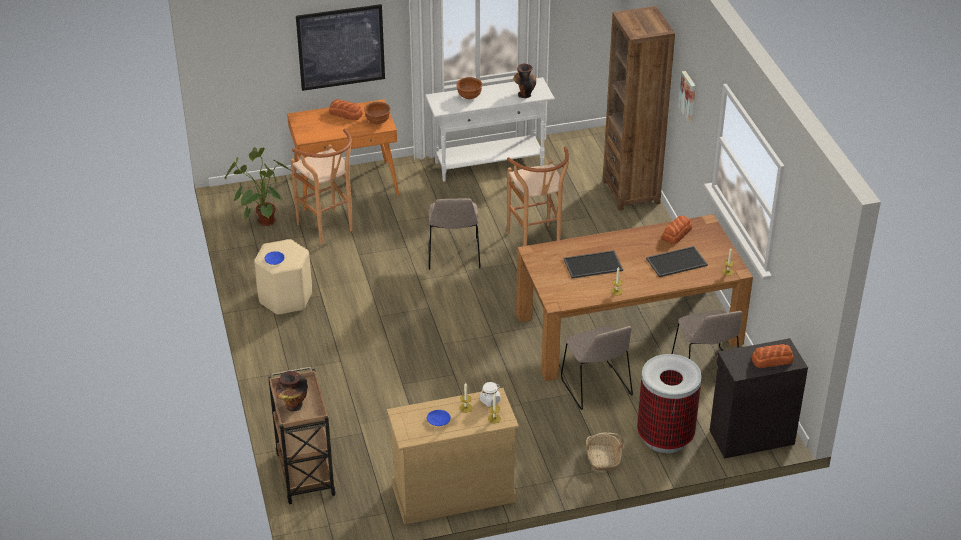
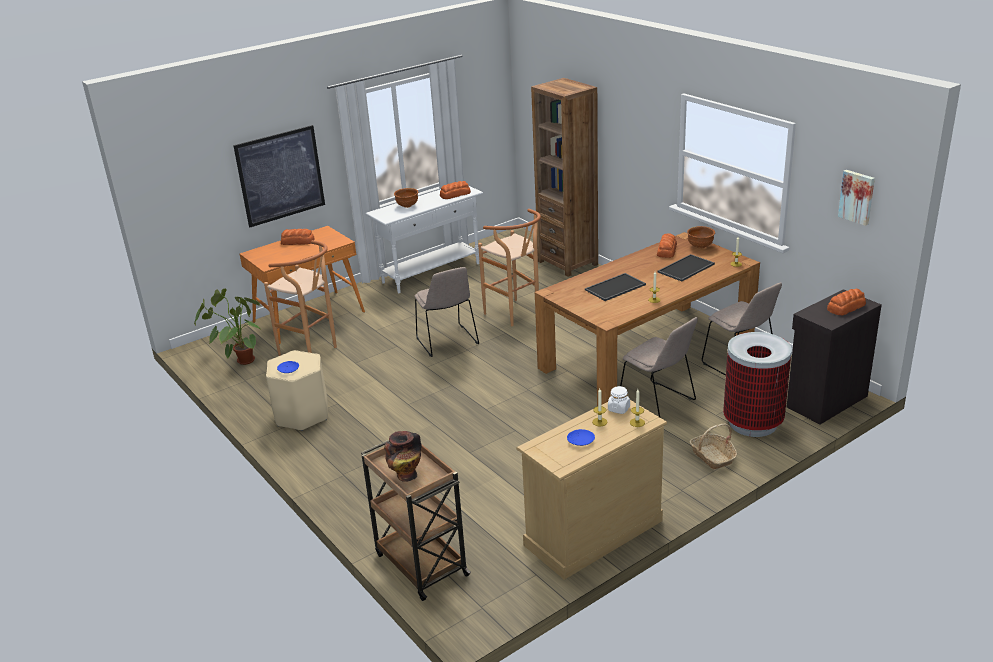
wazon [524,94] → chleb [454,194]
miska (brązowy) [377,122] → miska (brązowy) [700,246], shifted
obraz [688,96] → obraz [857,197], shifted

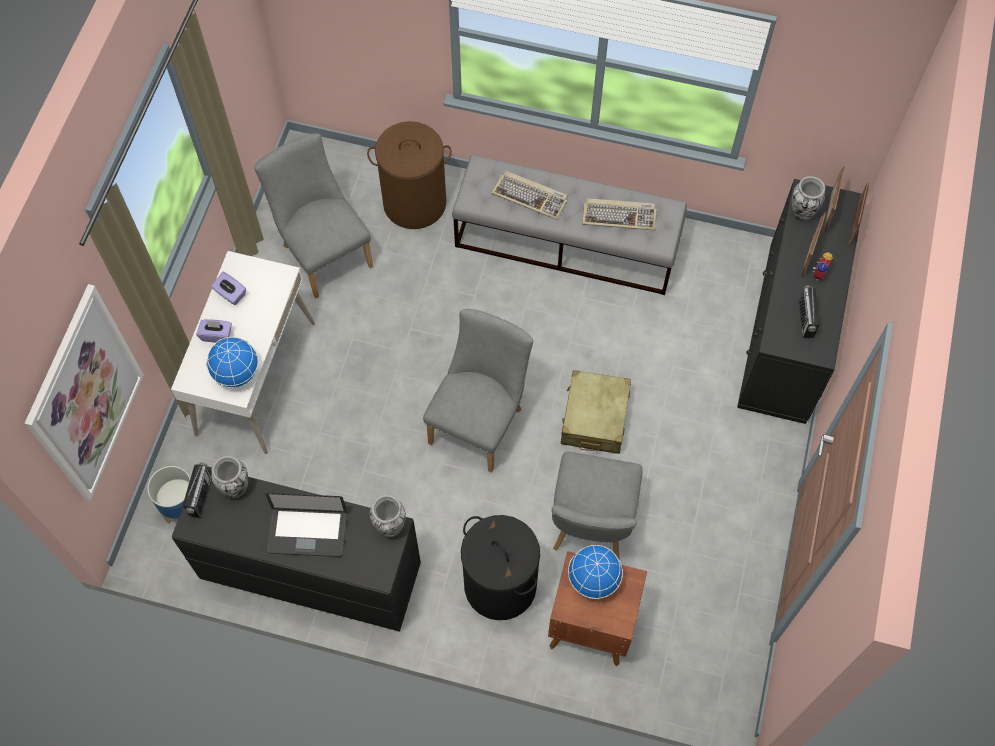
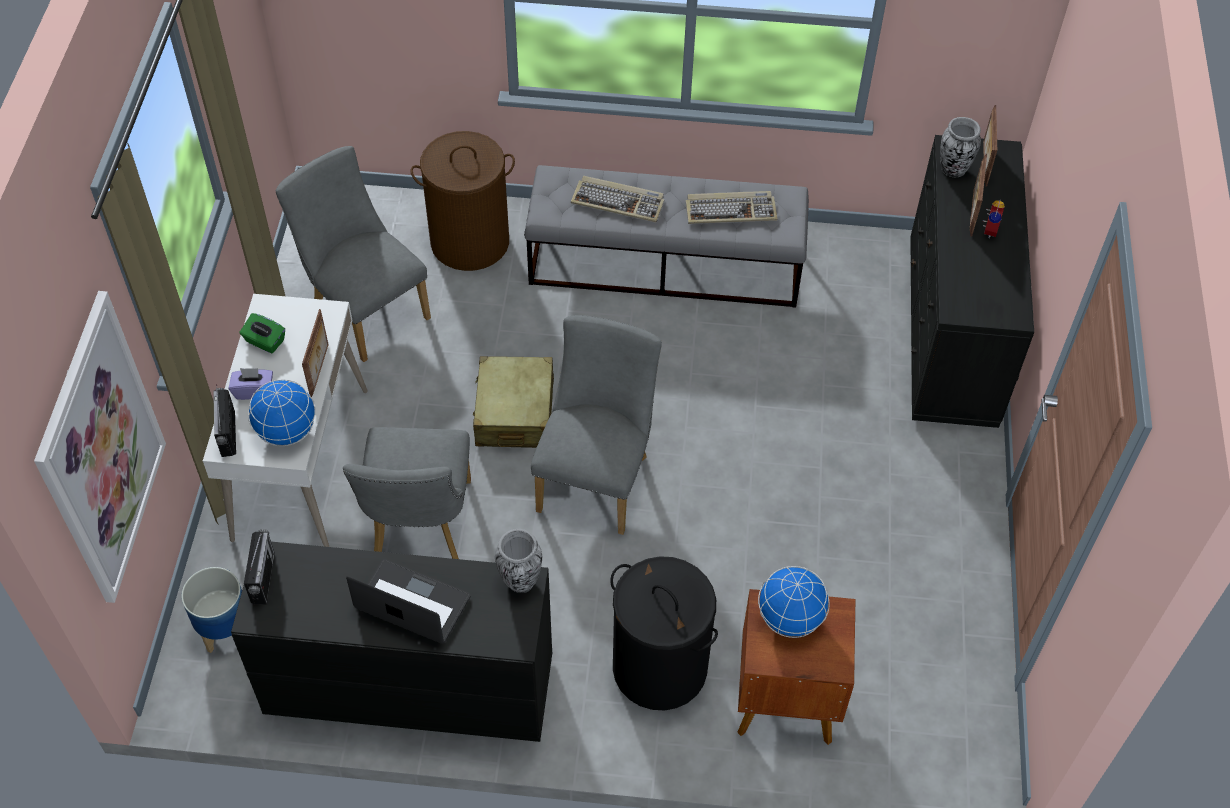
radio [806,319] → radio [228,434], shifted
pudełko chusteczek (fioletowy) [230,294] → pudełko chusteczek (zielony) [265,342]
ramka na zdjęcie [853,226] → ramka na zdjęcie [320,370], shifted
krzesło (szary) [590,527] → krzesło (szary) [419,527], shifted
laptop [307,533] → laptop [412,603], 150 degrees counterclockwise
walizka (beżowy) [594,418] → walizka (beżowy) [515,413], shifted
wazon [236,488] → -

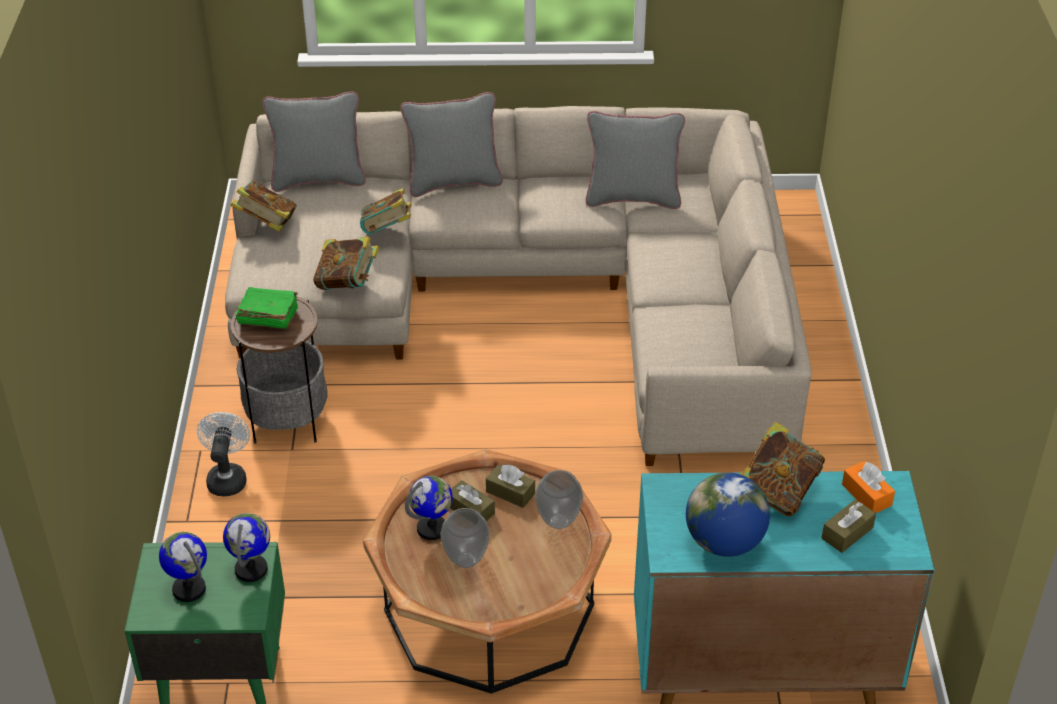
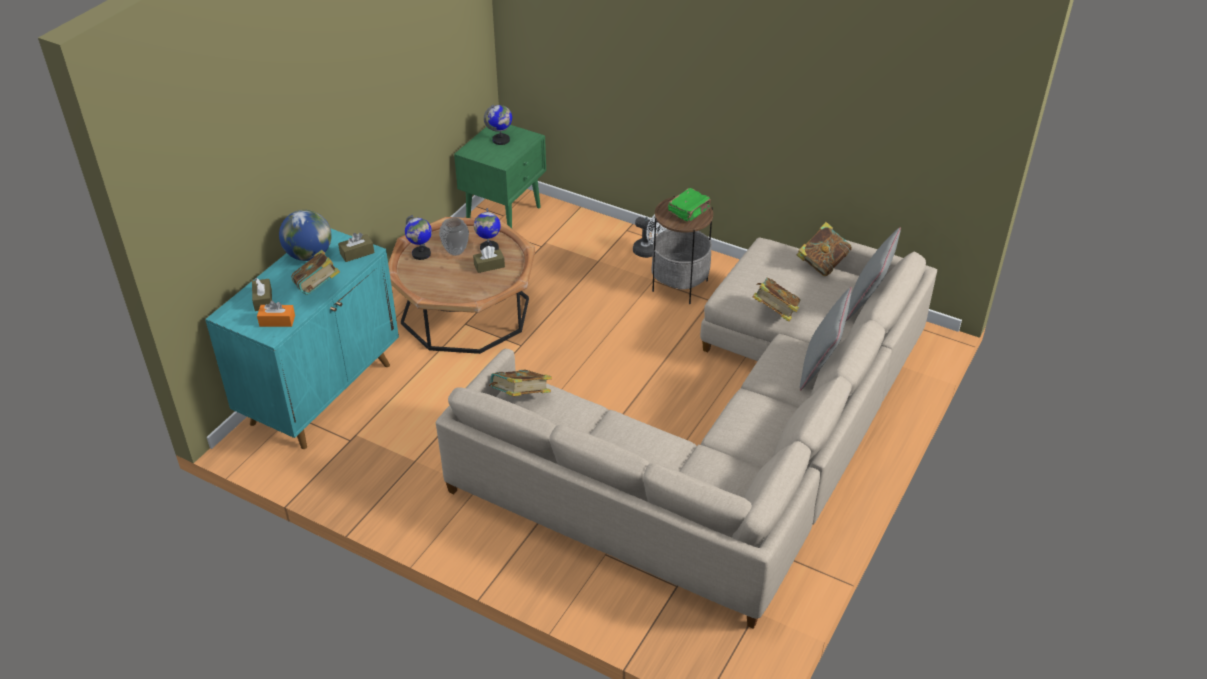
pudełko chusteczek (brązowy) [510,492] → pudełko chusteczek (brązowy) [357,253], shifted
globus [251,569] → globus [421,254], shifted
książka [348,283] → książka [520,398], shifted
wazon [558,521] → -
poduszka (szary) [632,198] → -

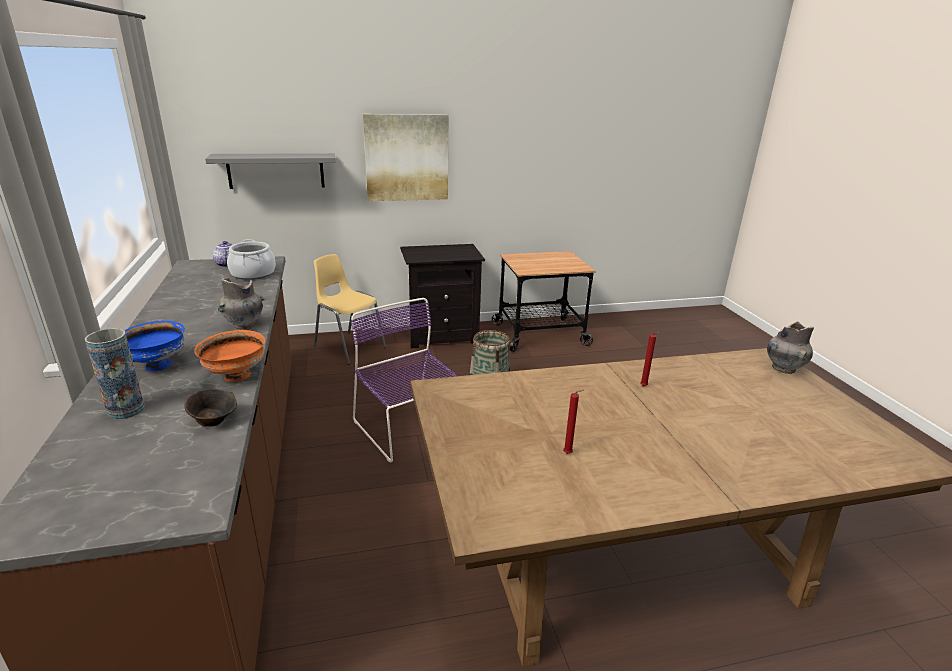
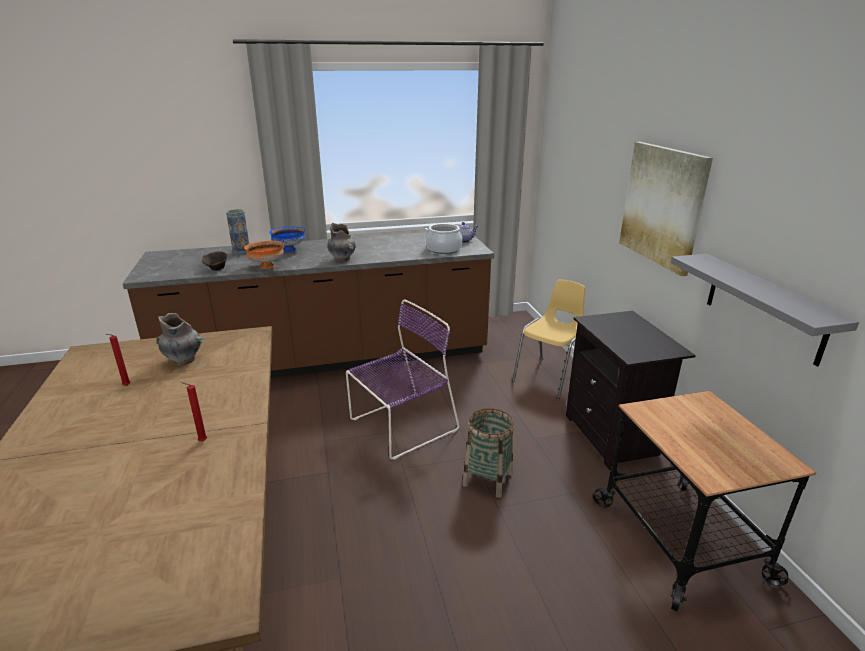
wazon (szary) [783,368] → wazon (szary) [184,360], shifted
półka (szary) [276,170] → półka (szary) [764,307], shifted

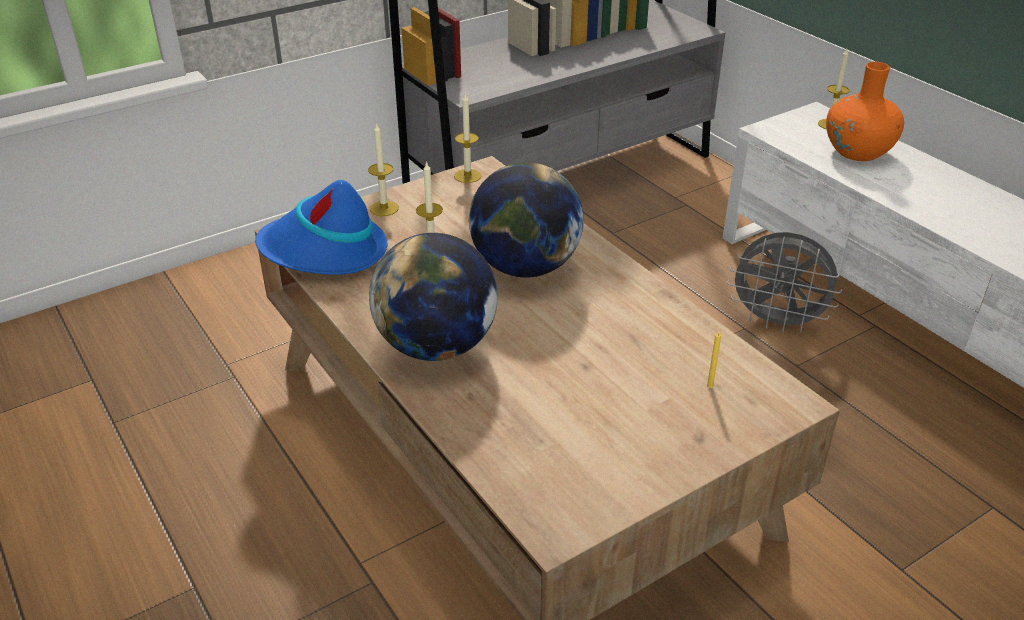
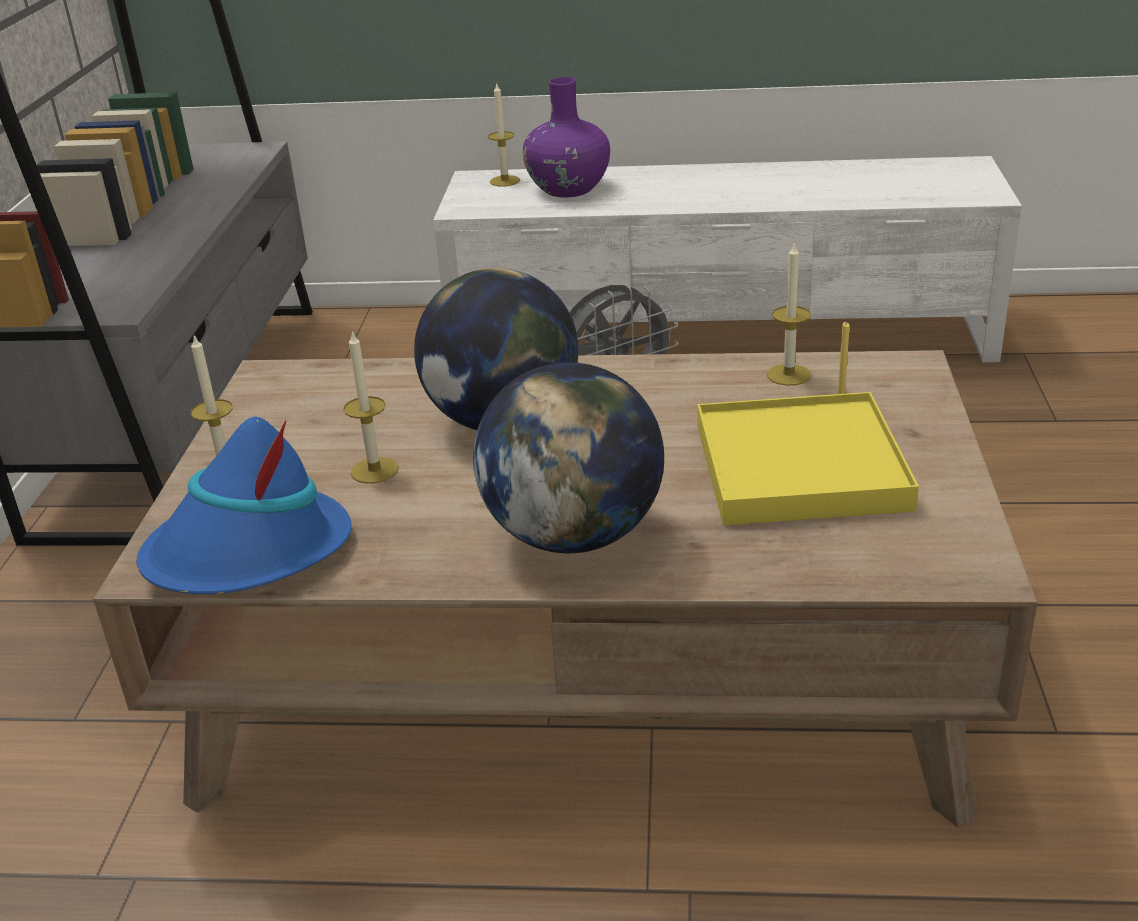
wazon (pomarańczowy) [857,152] → wazon (fioletowy) [568,189]
- → taca (żółty) [799,467]
świeca [467,176] → świeca [788,375], shifted

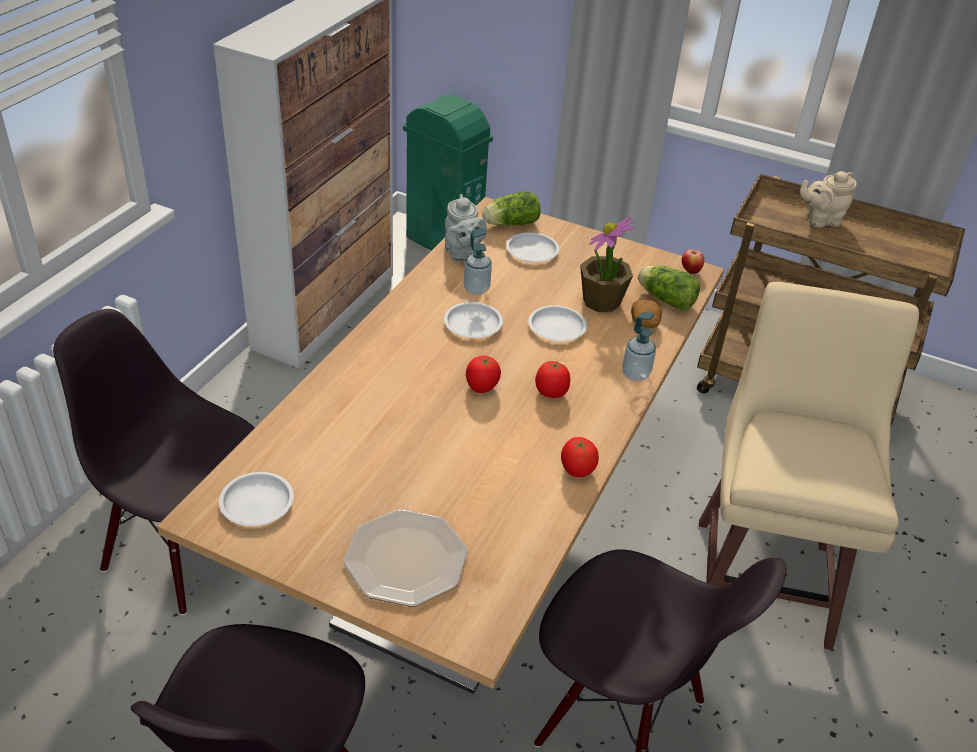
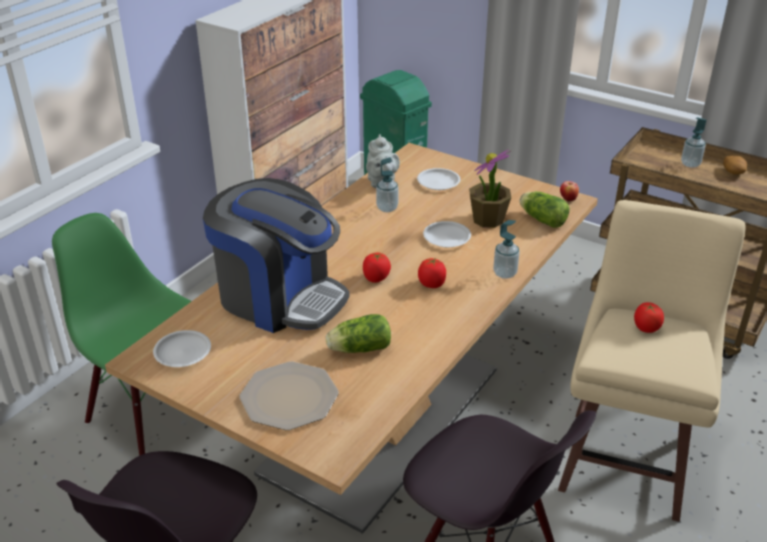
krzesło (czarny) [187,550] → krzesło (zielony) [153,411]
- → ekspres do kawy [280,298]
sałata [509,224] → sałata [358,349], shifted
pomidor [577,470] → pomidor [646,328], shifted
imbryk (beżowy) [820,220] → dozownik mydła [690,164]
ziemniak [645,323] → ziemniak [733,172], shifted
talerz (biały) [472,324] → -

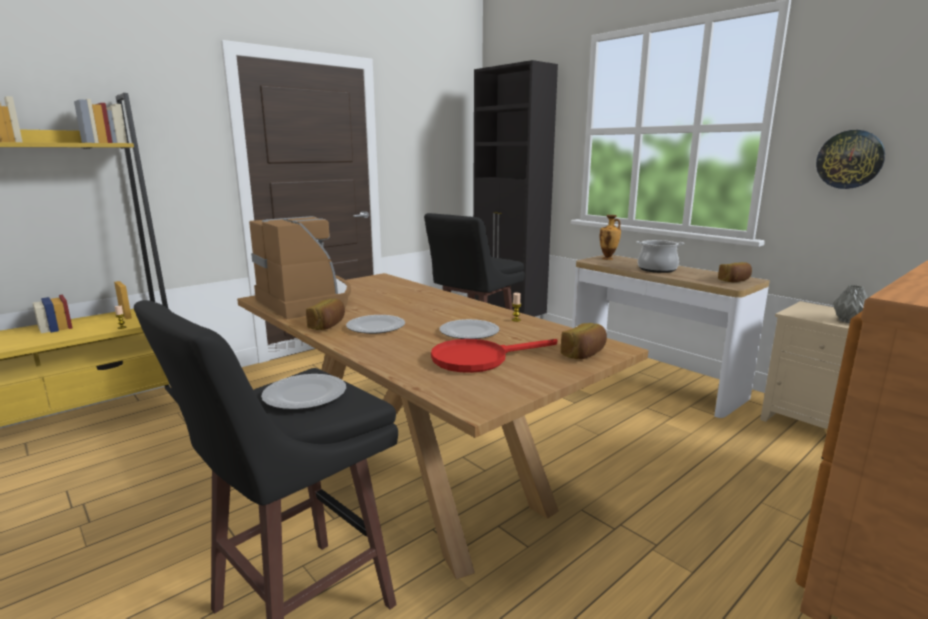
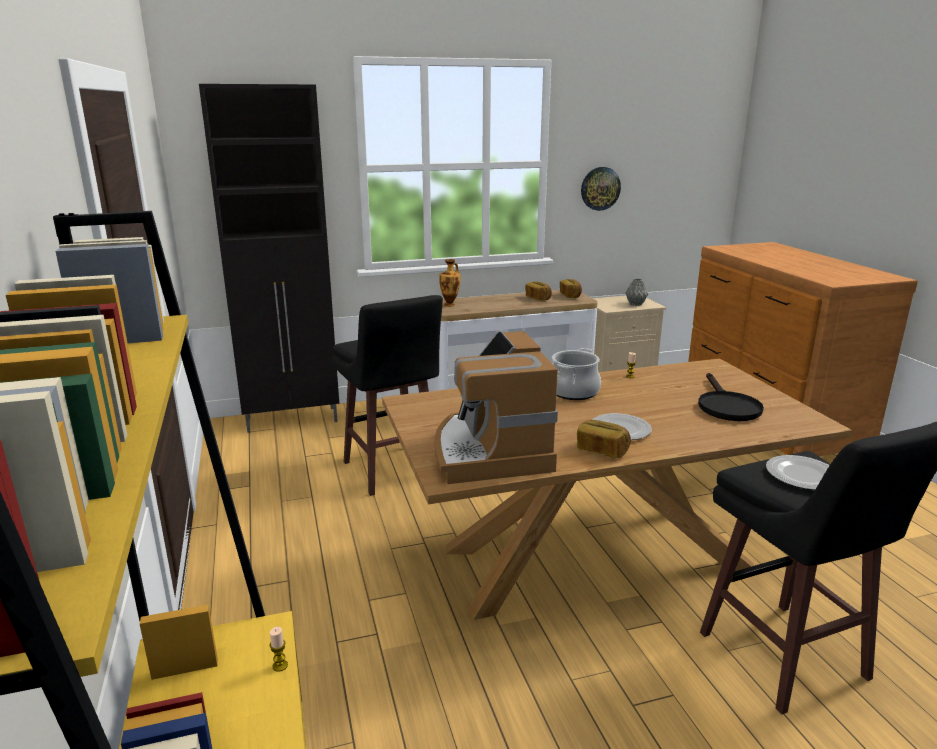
ekspres do kawy [308,301] → ekspres do kawy [490,451], 90 degrees counterclockwise
chleb [584,354] → chleb [538,298], shifted
garnek [657,269] → garnek [573,392], shifted
patelnia (czerwony) [479,359] → patelnia (czarny) [726,406]
talerz [469,332] → -

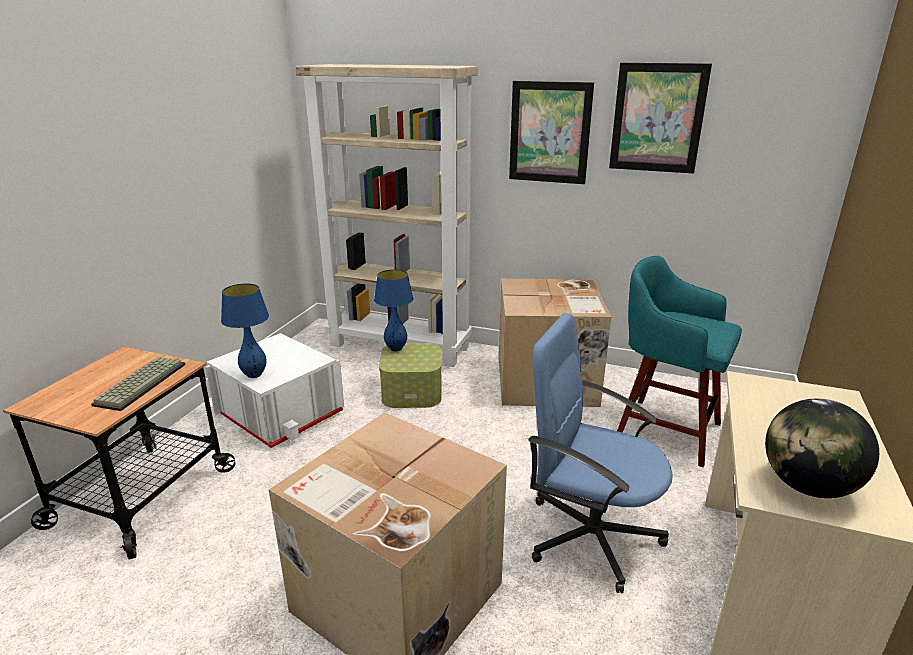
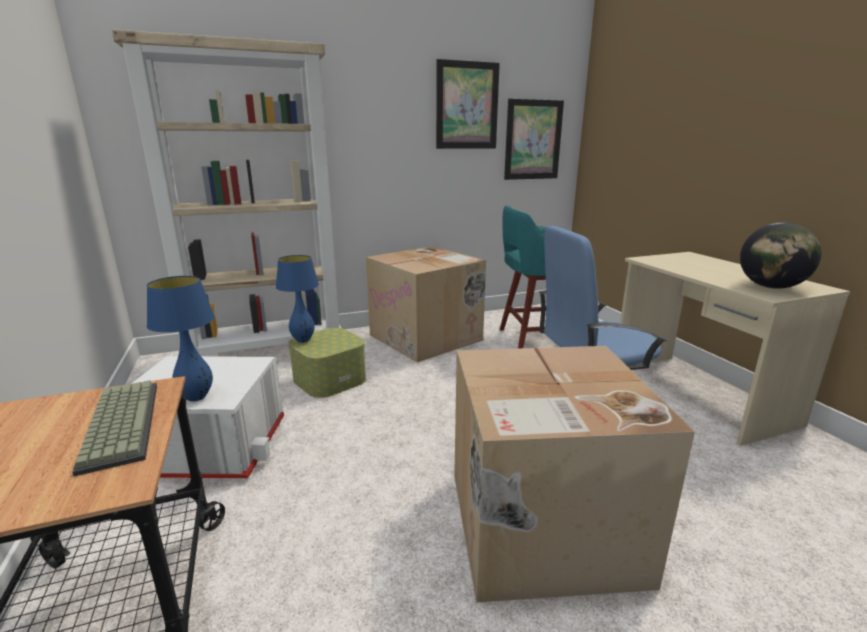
obraz [549,133] → obraz [533,140], shifted

